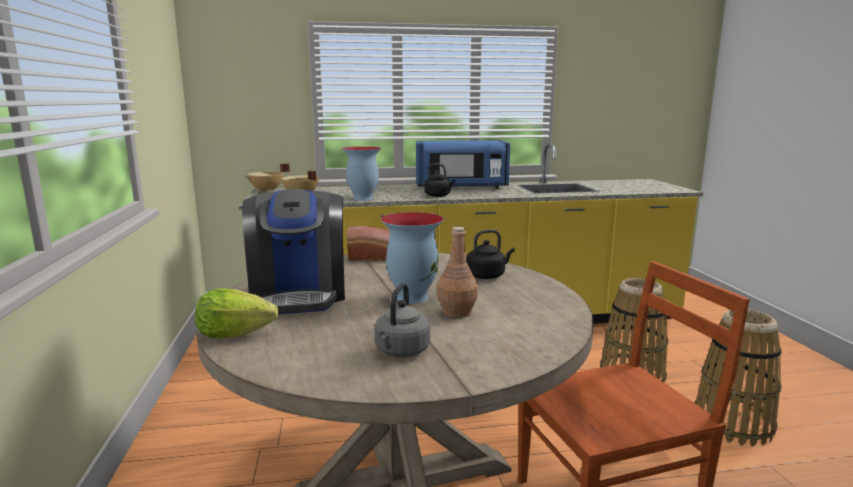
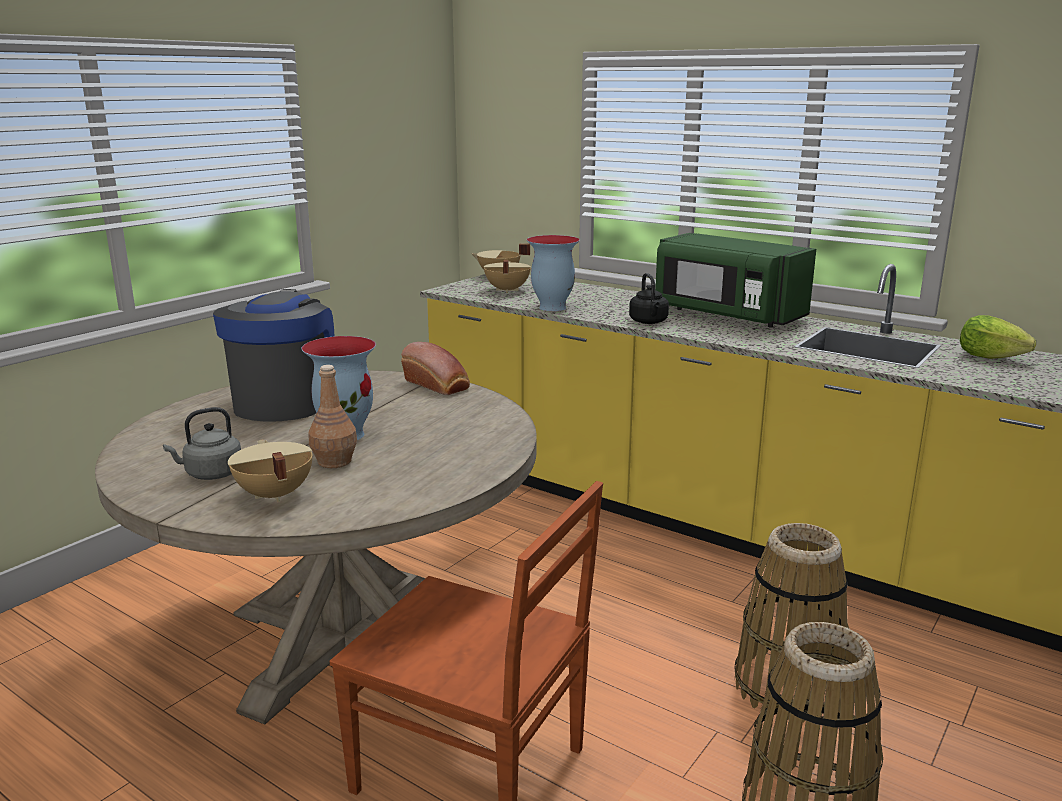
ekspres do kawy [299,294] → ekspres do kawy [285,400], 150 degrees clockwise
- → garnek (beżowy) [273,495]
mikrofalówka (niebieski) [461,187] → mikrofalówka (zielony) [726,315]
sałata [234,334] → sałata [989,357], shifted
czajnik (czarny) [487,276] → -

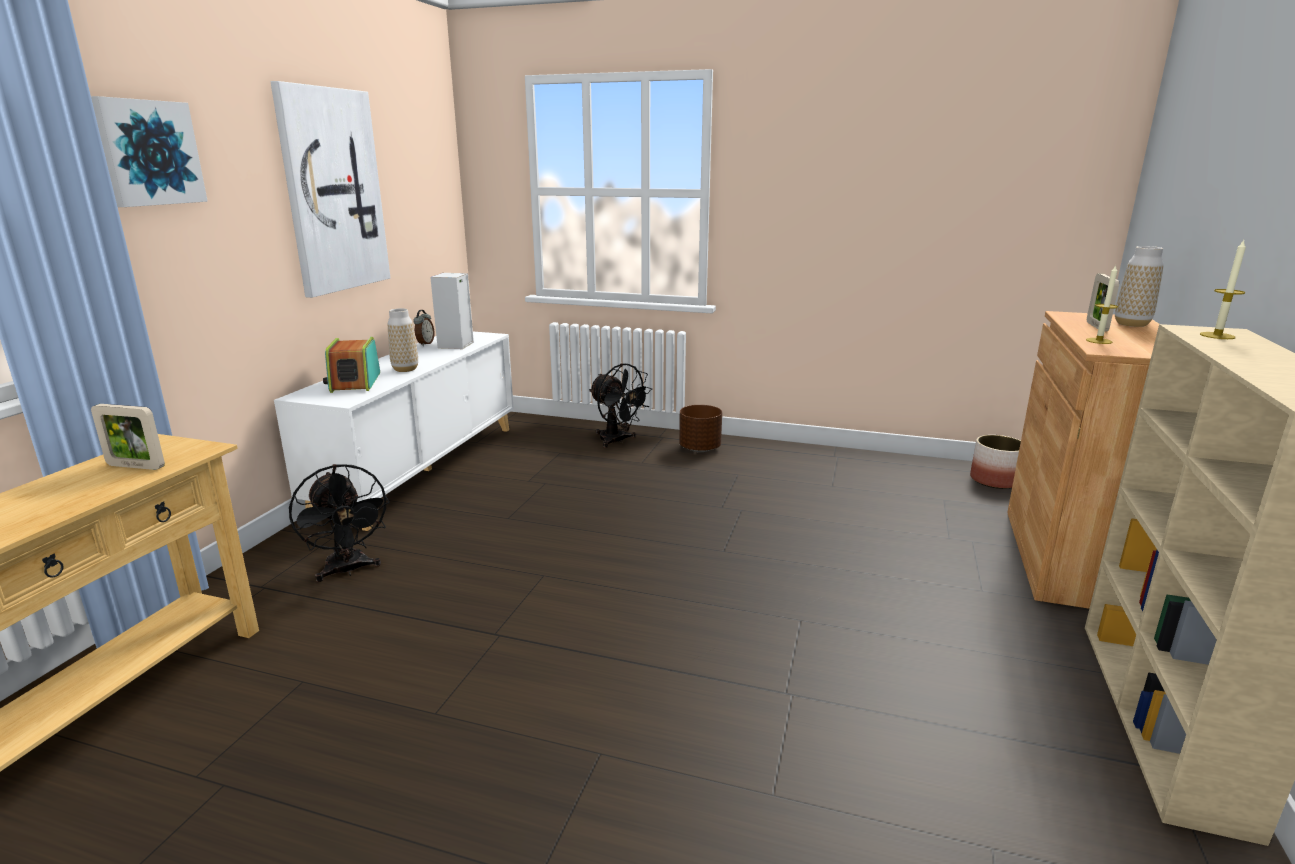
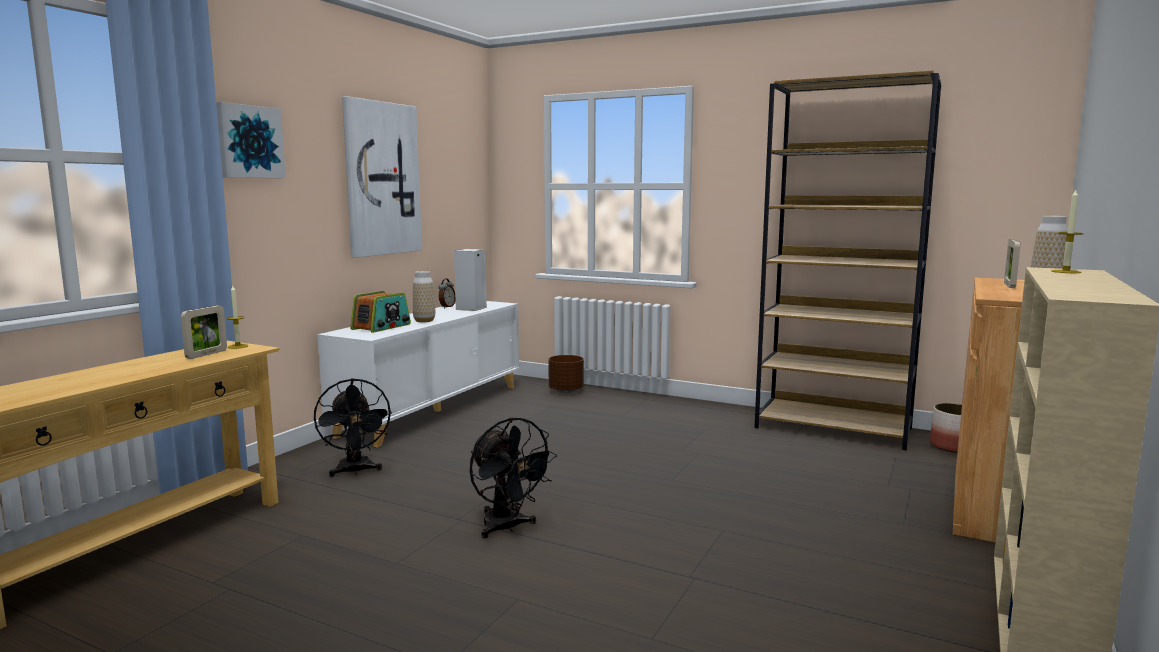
ramka na zdjęcie [136,466] → ramka na zdjęcie [206,354], 90 degrees counterclockwise
świeca [1099,341] → świeca [238,346], shifted
radio [354,383] → radio [382,327], 150 degrees counterclockwise
wentylator (czarny) [617,441] → wentylator (czarny) [507,528], shifted
donica (brązowy) [699,449] → donica (brązowy) [565,391], shifted
- → regał (brązowy) [834,428]

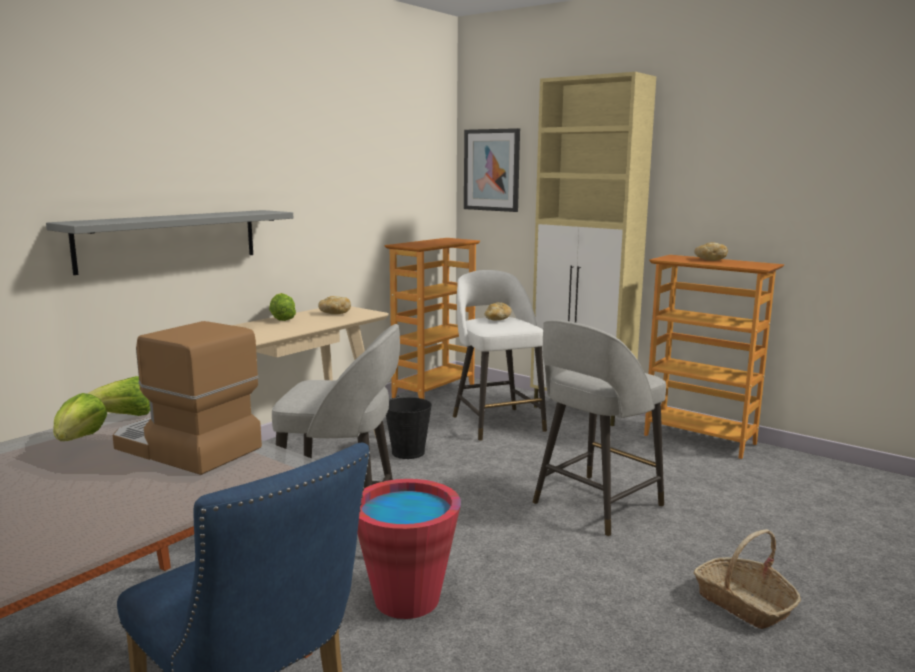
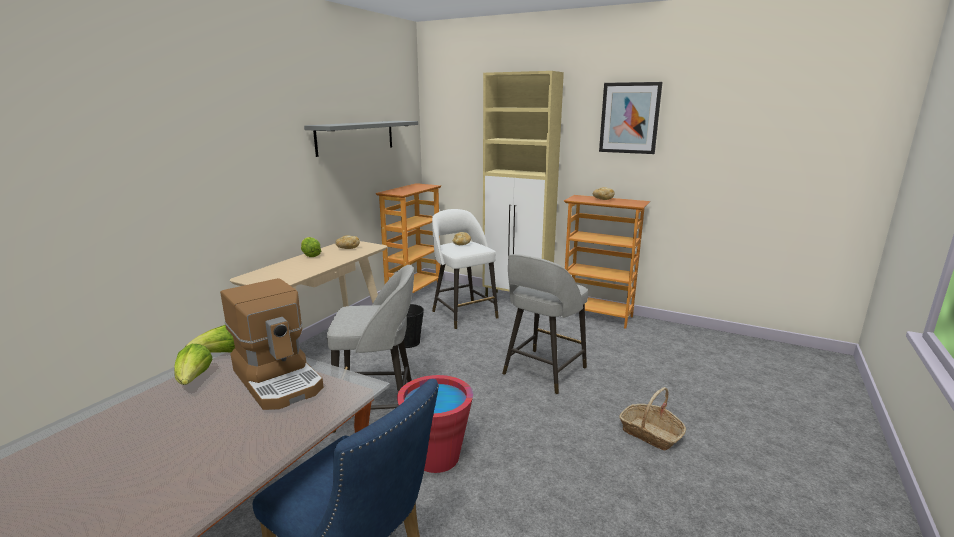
ekspres do kawy [184,448] → ekspres do kawy [279,379], 150 degrees counterclockwise
półka (szary) [169,239] → półka (szary) [356,137], shifted
obraz [492,170] → obraz [629,118], shifted

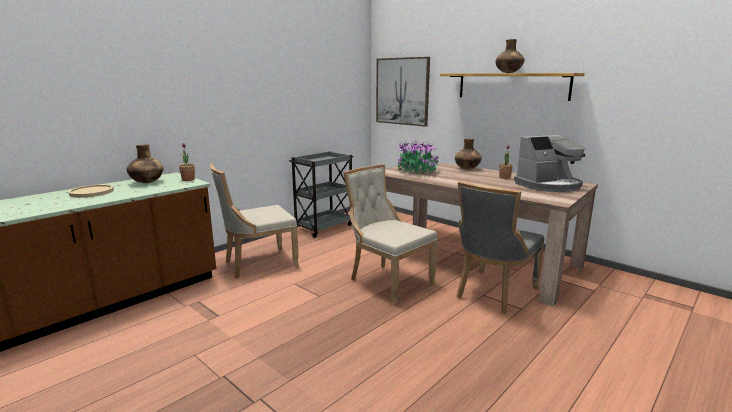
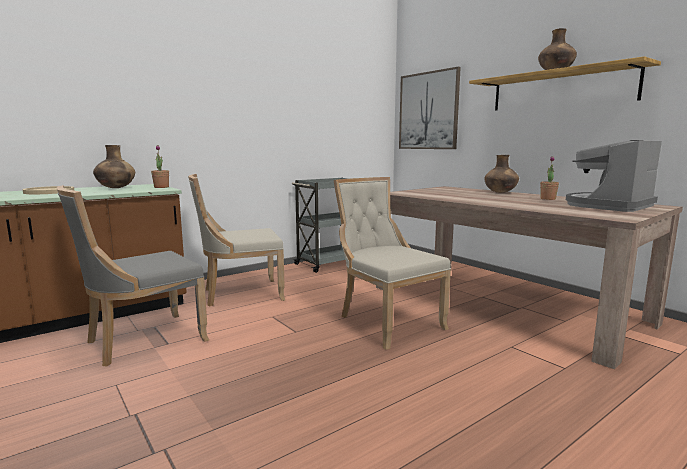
krzesło (szary) [493,293] → krzesło (szary) [142,341], shifted
ekspres do kawy [548,185] → ekspres do kawy [608,206], 150 degrees clockwise
roślina doniczkowa [416,171] → -

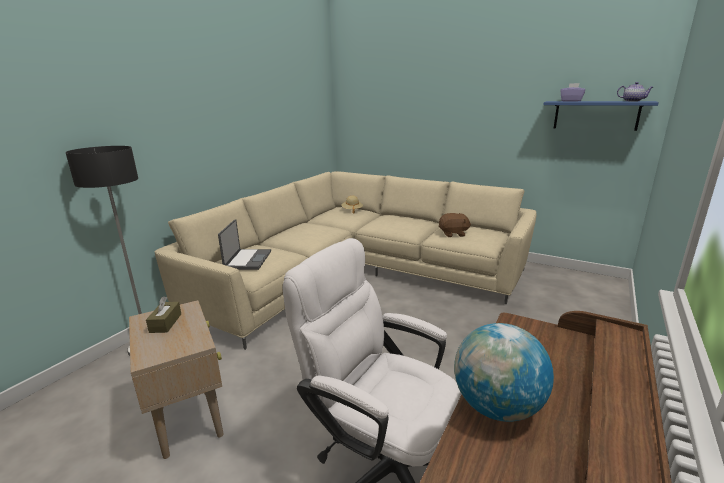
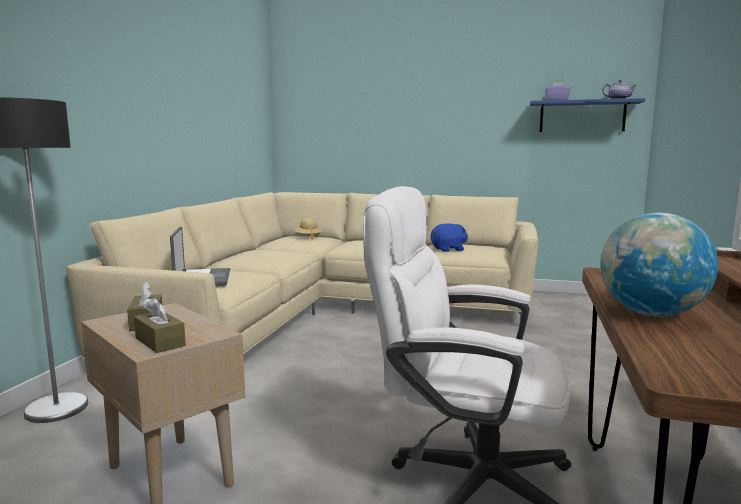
- → pudełko chusteczek (brązowy) [160,342]
pluszak (brązowy) [453,234] → pluszak (niebieski) [449,249]

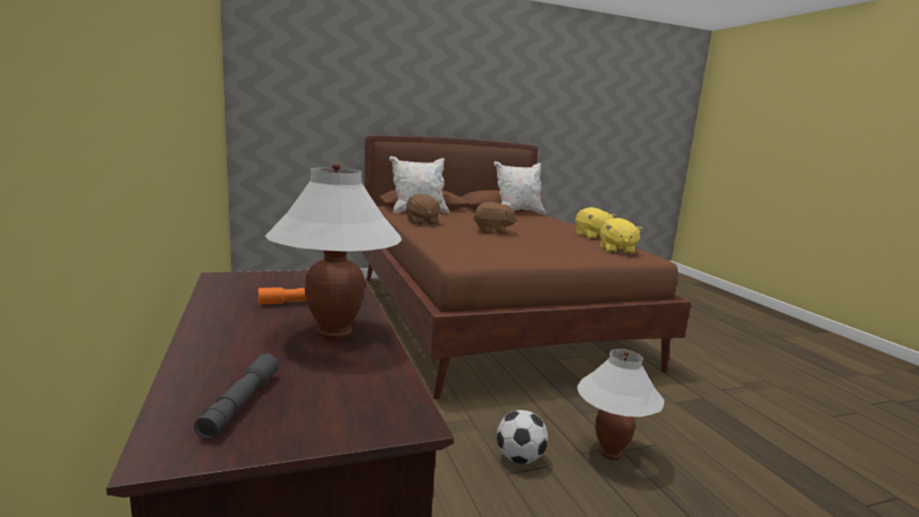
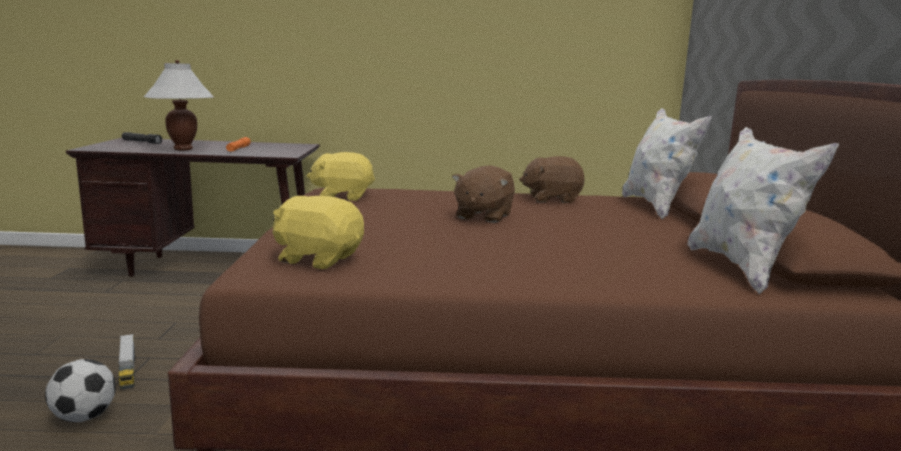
piłka futbolowa [519,458] → piłka futbolowa [84,417], shifted
lampa stołowa (biały) [609,453] → ciężarówka zabawkowa [128,370]
pluszak (żółty) [592,236] → pluszak (żółty) [342,197], shifted

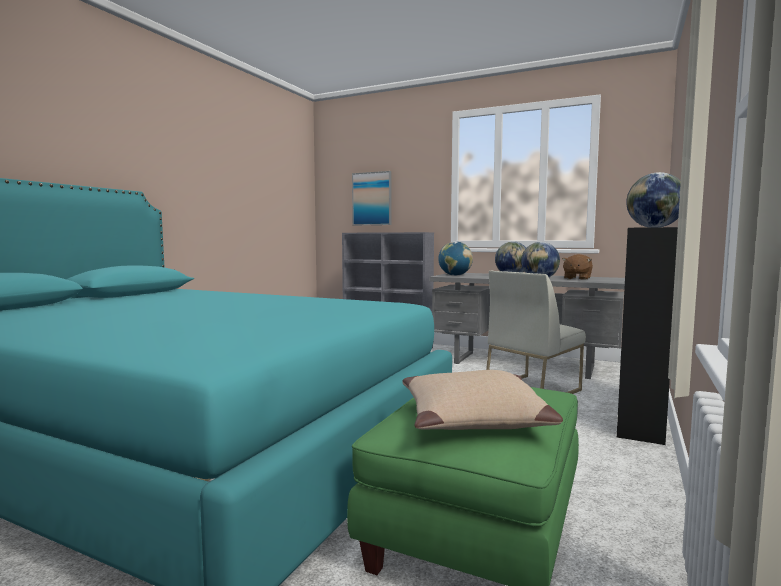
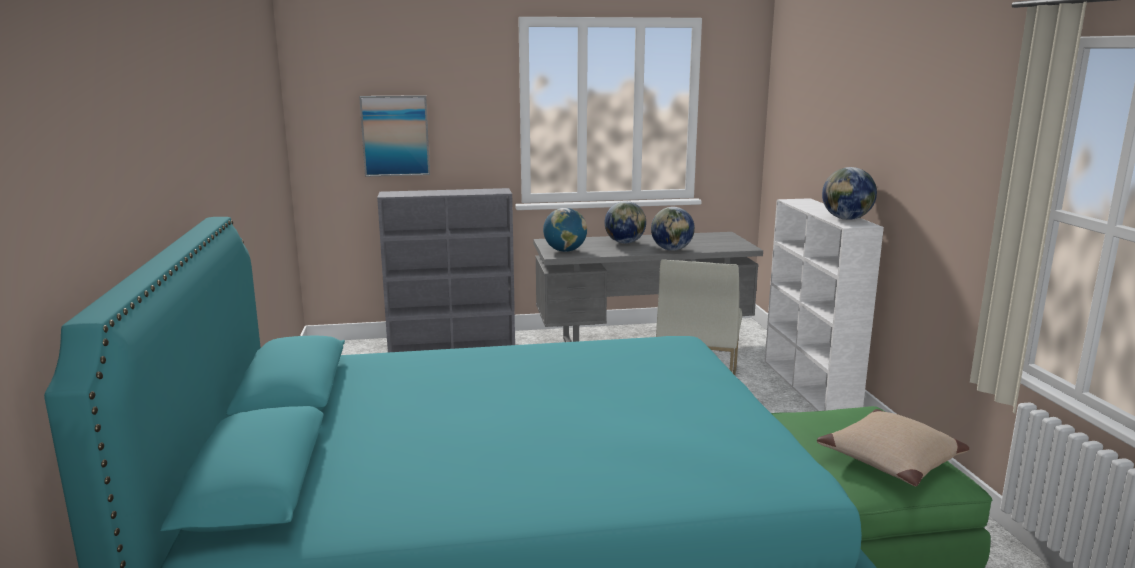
regał (czarny) [639,414] → regał (biały) [810,387]
pluszak (brązowy) [577,278] → -

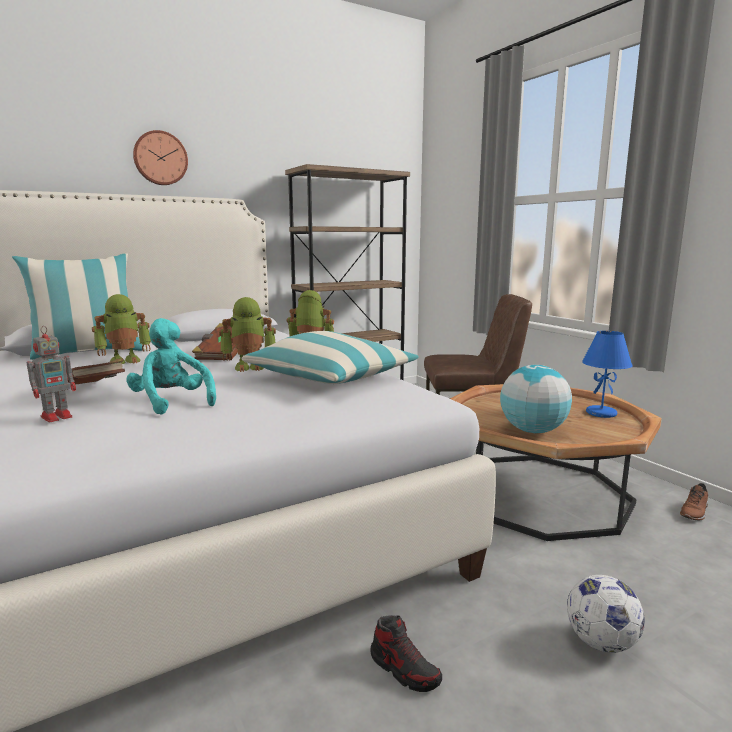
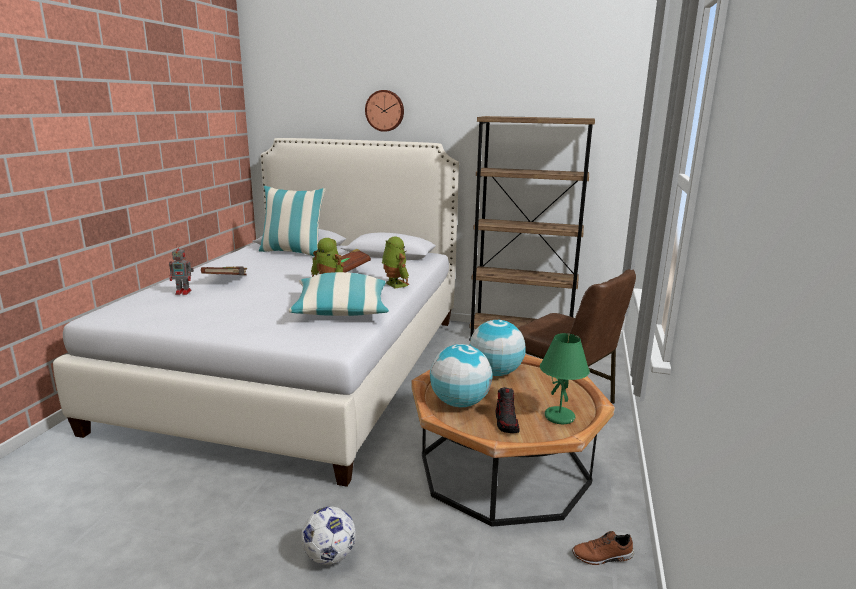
- → globus [496,373]
but [404,670] → but [506,422], shifted
lampa stołowa (niebieski) [601,413] → lampa stołowa (zielony) [560,417]
robot zabawkowy [125,360] → -
pluszak (turkusowy) [172,403] → -

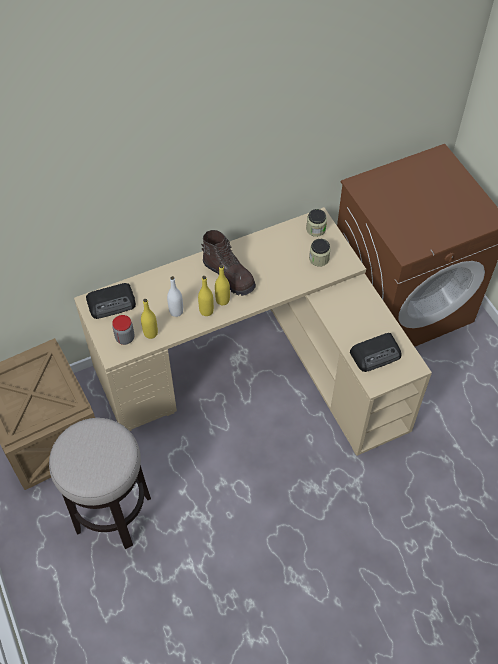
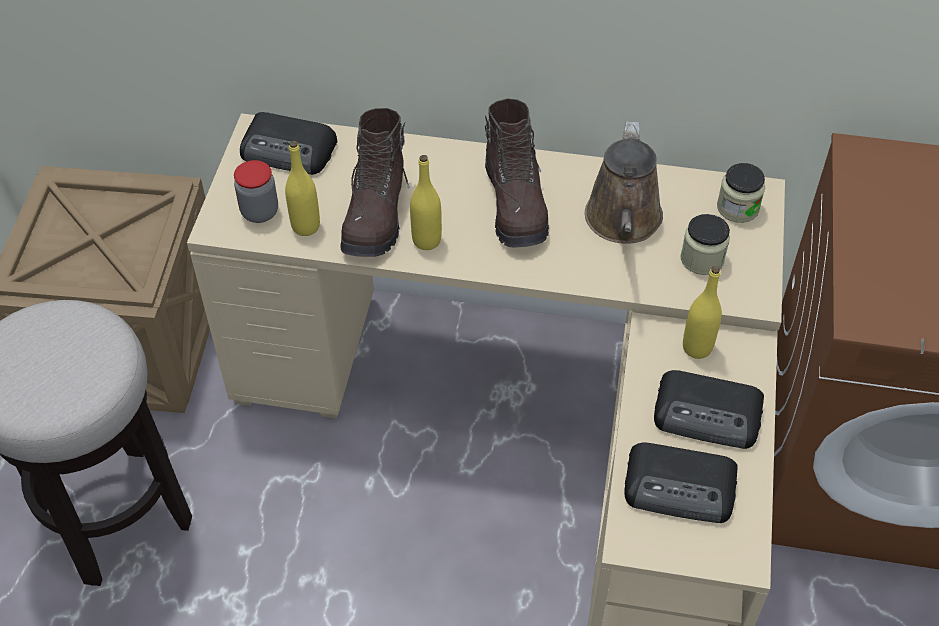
butelka (biały) [176,311] → but z cholewką (brązowy) [376,215]
- → konewka (brązowy) [623,222]
- → radio [709,415]
butelka (żółty) [222,300] → butelka (żółty) [697,348], shifted

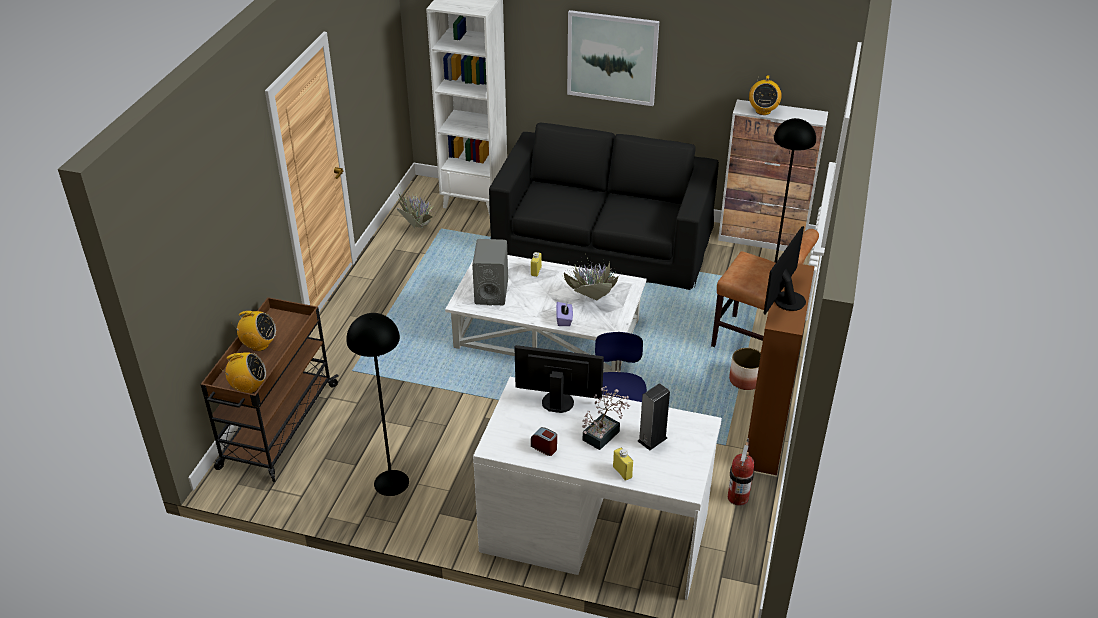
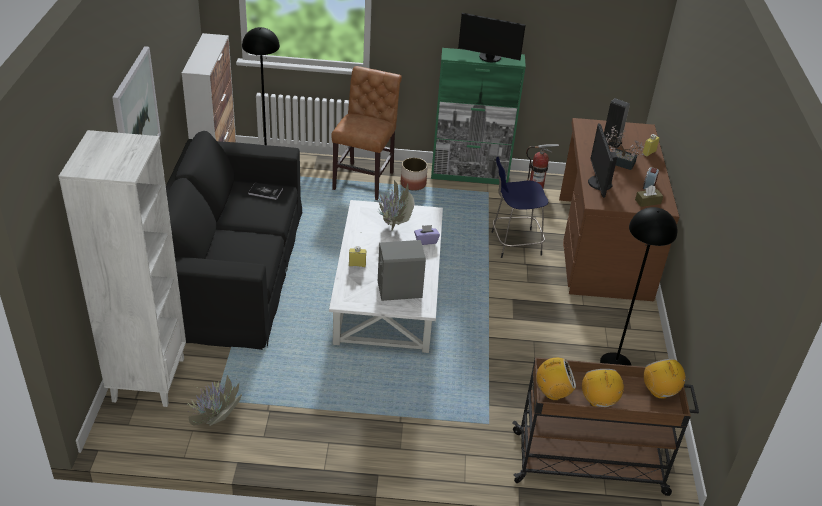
- → książka [265,192]
szafka (brązowy) [766,435] → szafka (zielony) [470,175]
radio [763,111] → radio [553,393], shifted
biurko (biały) [594,531] → biurko (brązowy) [602,247]
- → pudełko chusteczek (brązowy) [647,202]

